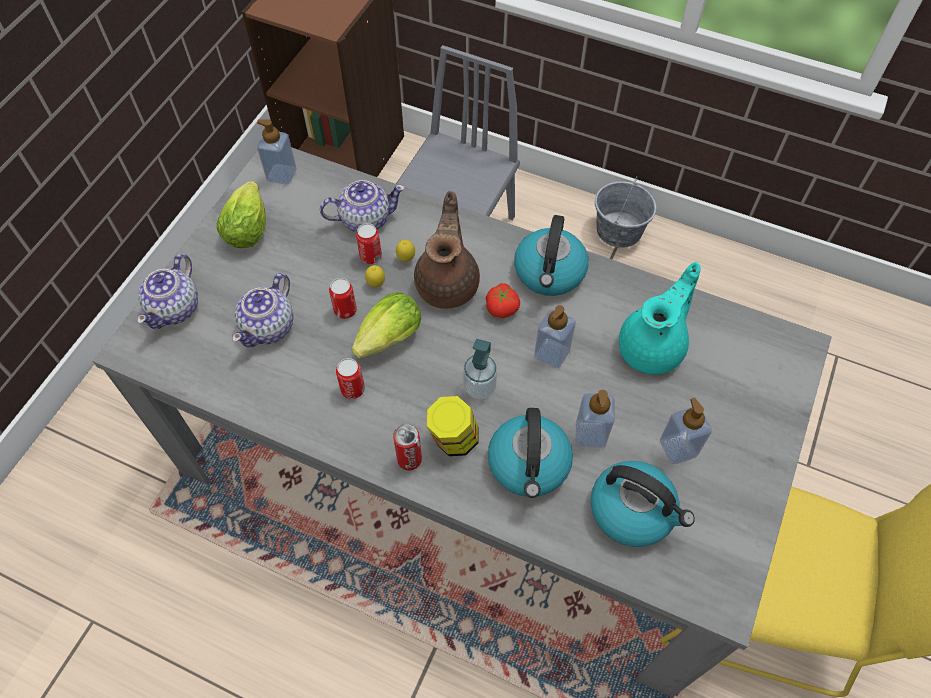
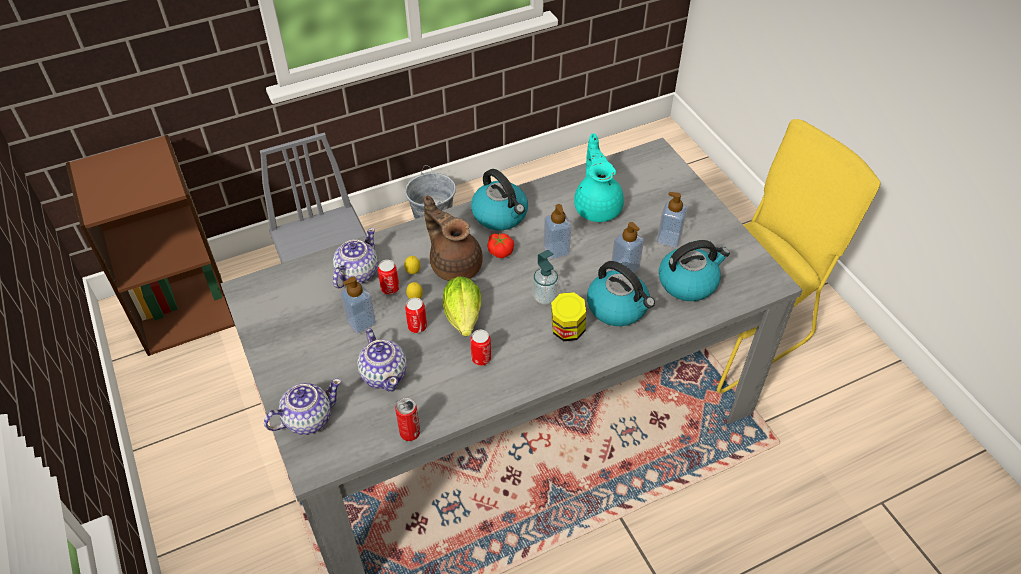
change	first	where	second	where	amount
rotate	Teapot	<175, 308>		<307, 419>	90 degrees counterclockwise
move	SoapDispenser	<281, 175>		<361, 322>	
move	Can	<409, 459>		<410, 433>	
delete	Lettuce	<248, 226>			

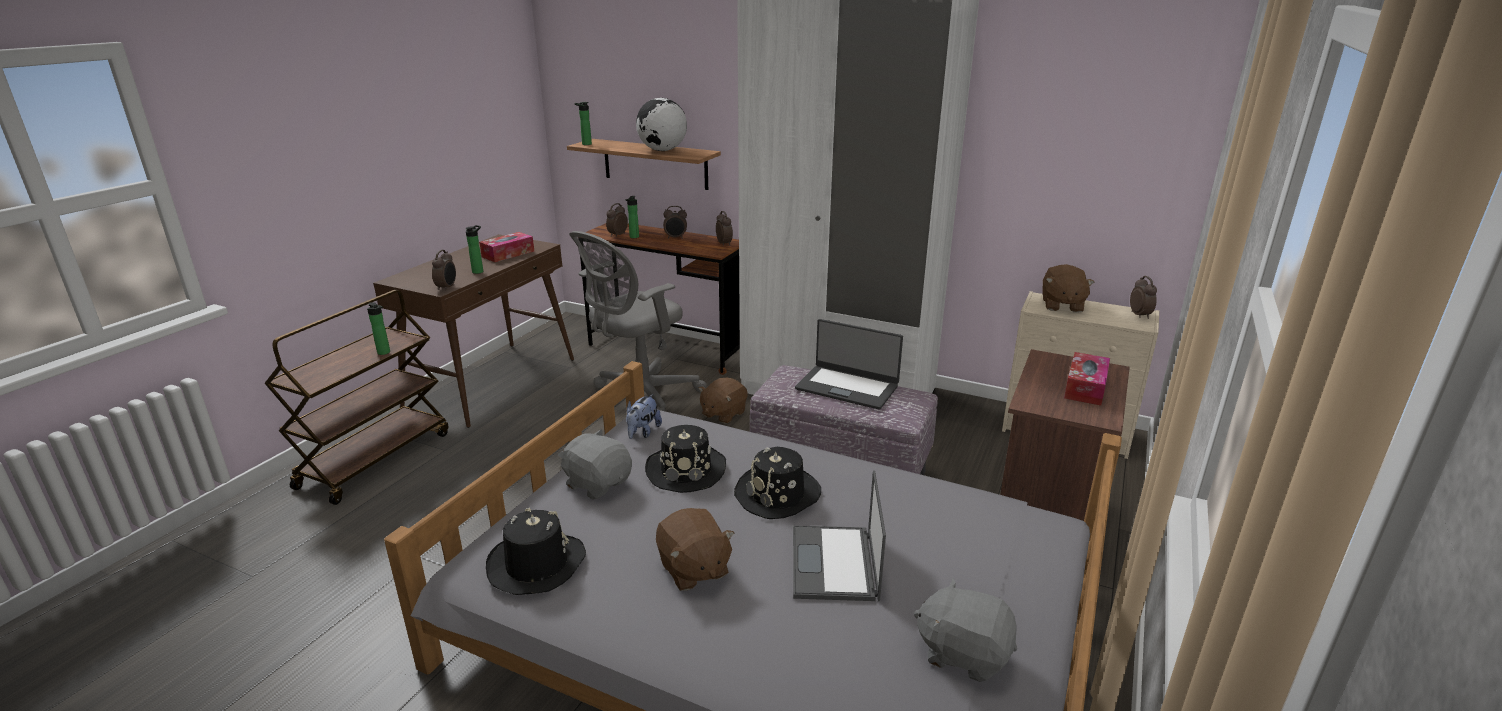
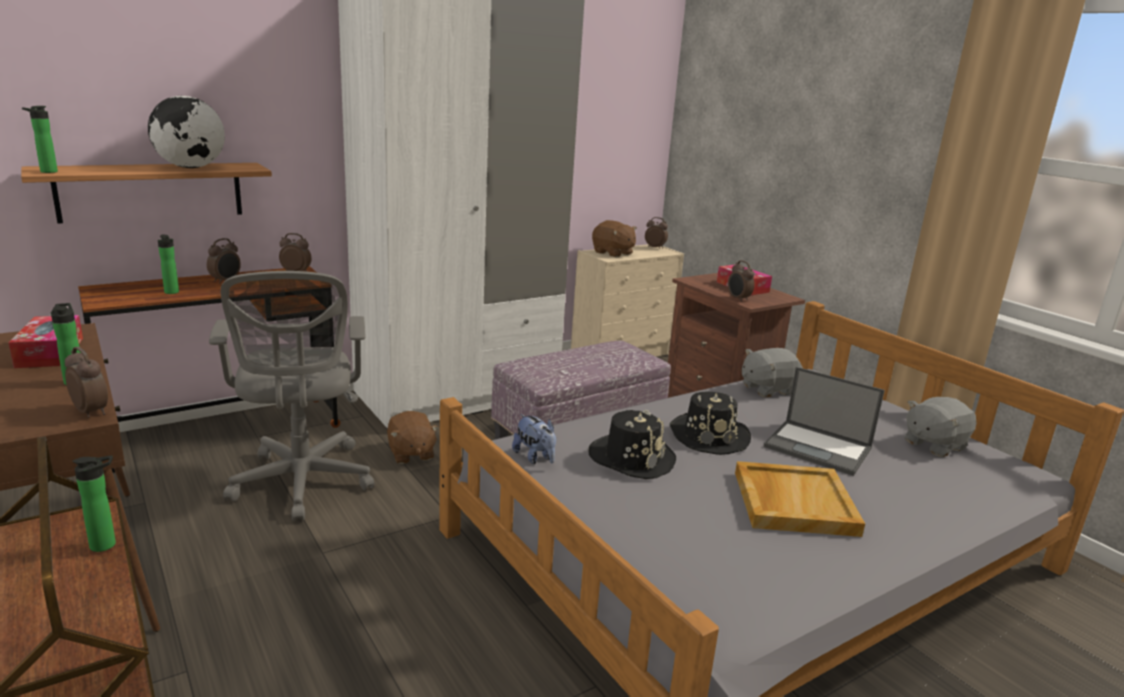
change	first	where	second	where	amount
move	AlarmClock	<617, 235>		<738, 299>	
replace	BrownPlushToy	<693, 569>	BeigeTray	<793, 502>	
move	GreyPlushToy	<598, 483>		<767, 389>	
delete	BlackHat	<536, 564>			
delete	Laptop	<847, 387>			

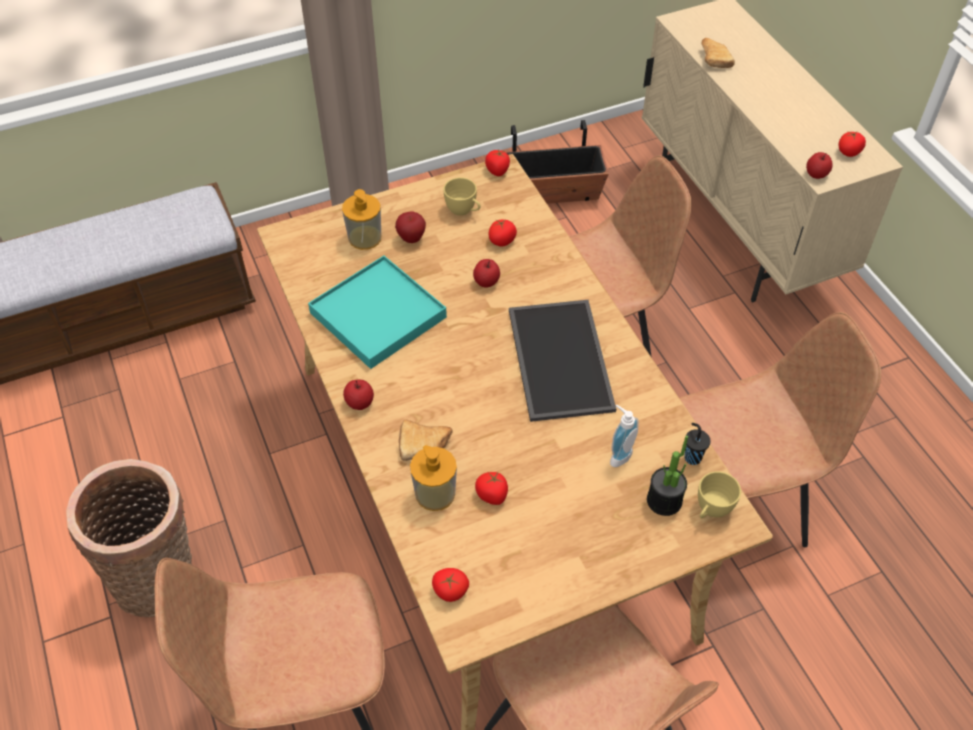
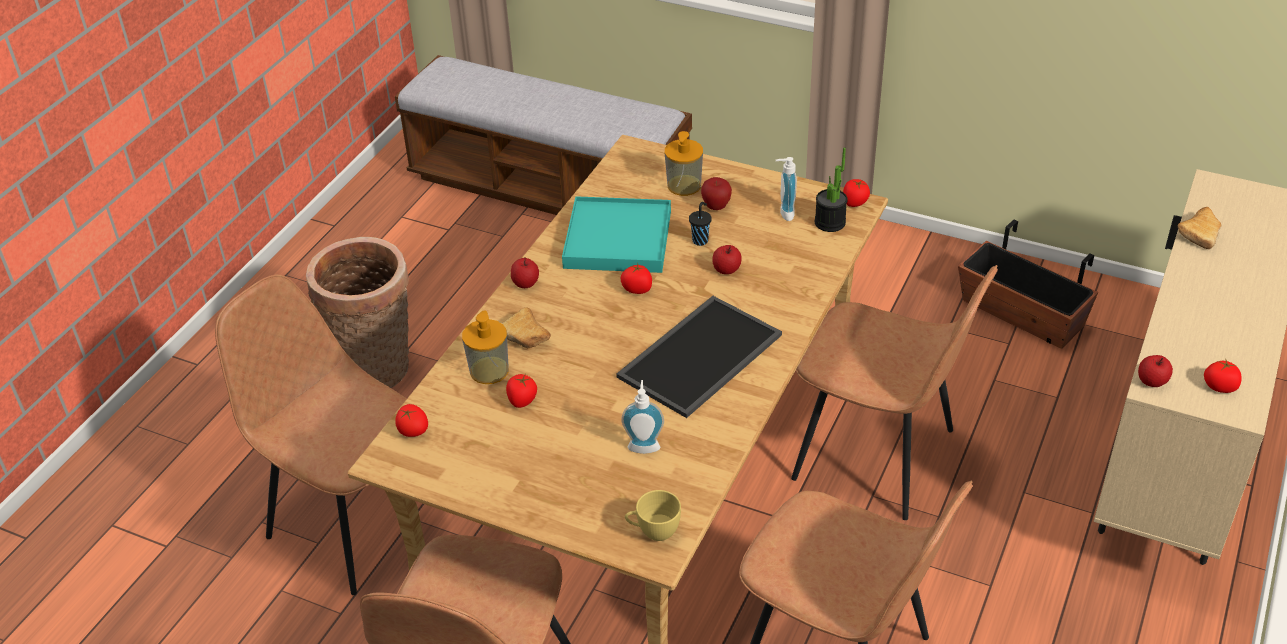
change	first	where	second	where	amount
move	Tomato	<502, 241>		<637, 289>	
move	BlackCup	<692, 457>		<700, 240>	
replace	YellowCup	<463, 211>	SoapDispenser	<784, 213>	
move	PottedPlant	<664, 500>		<830, 222>	

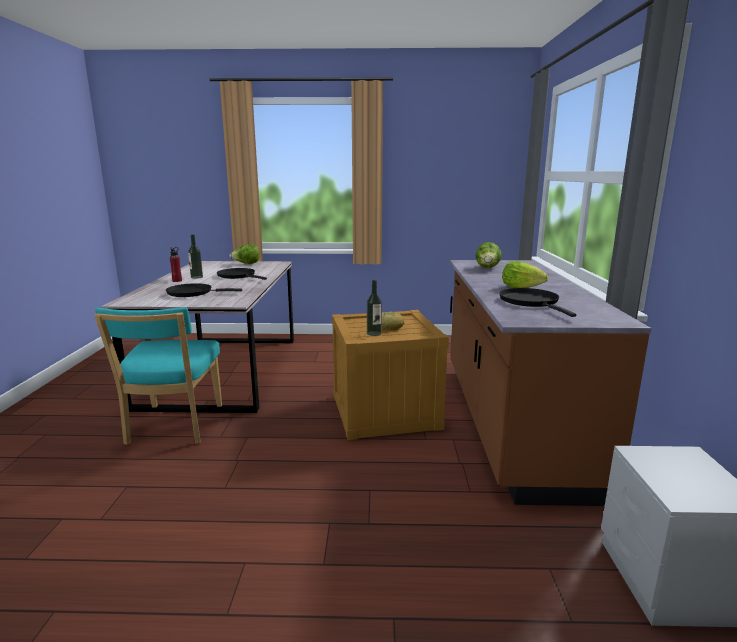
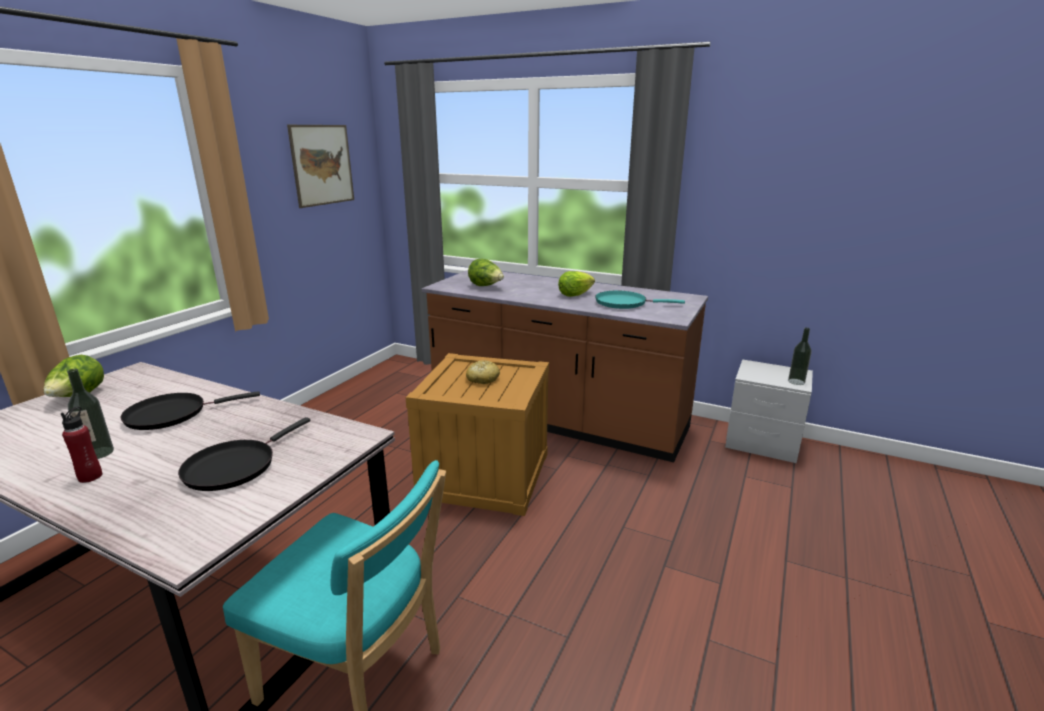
change	first	where	second	where	amount
insert			Picture	<322, 165>	
recolor	BlackFryingPan	<531, 302>	TurquoiseFryingPan	<624, 303>	
move	Bottle	<374, 333>		<796, 381>	

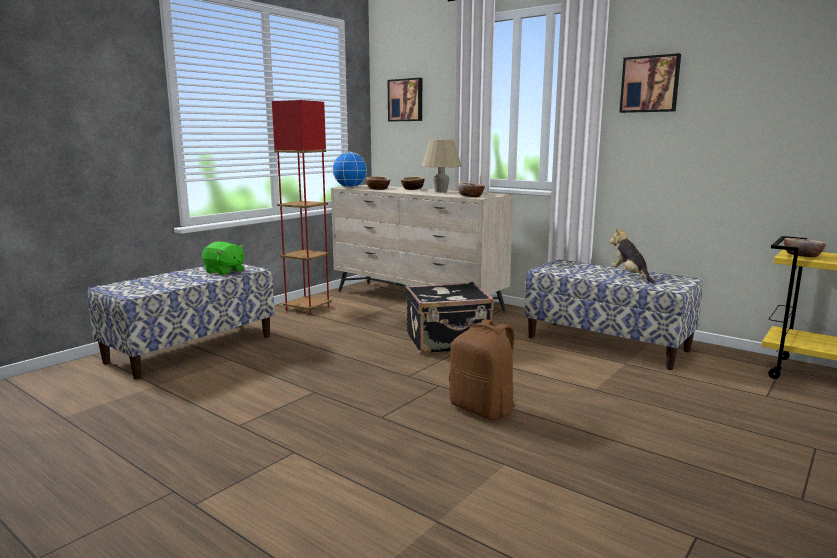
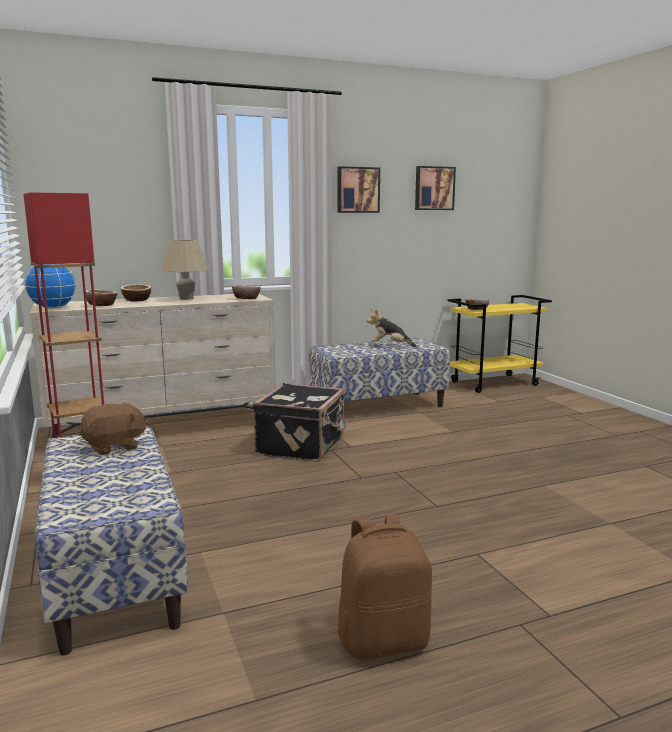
change	first	where	second	where	amount
recolor	GreenPlushToy	<224, 271>	BrownPlushToy	<114, 447>	
move	BrownBackpack	<483, 409>		<383, 640>	
move	Picture	<406, 100>		<434, 188>	

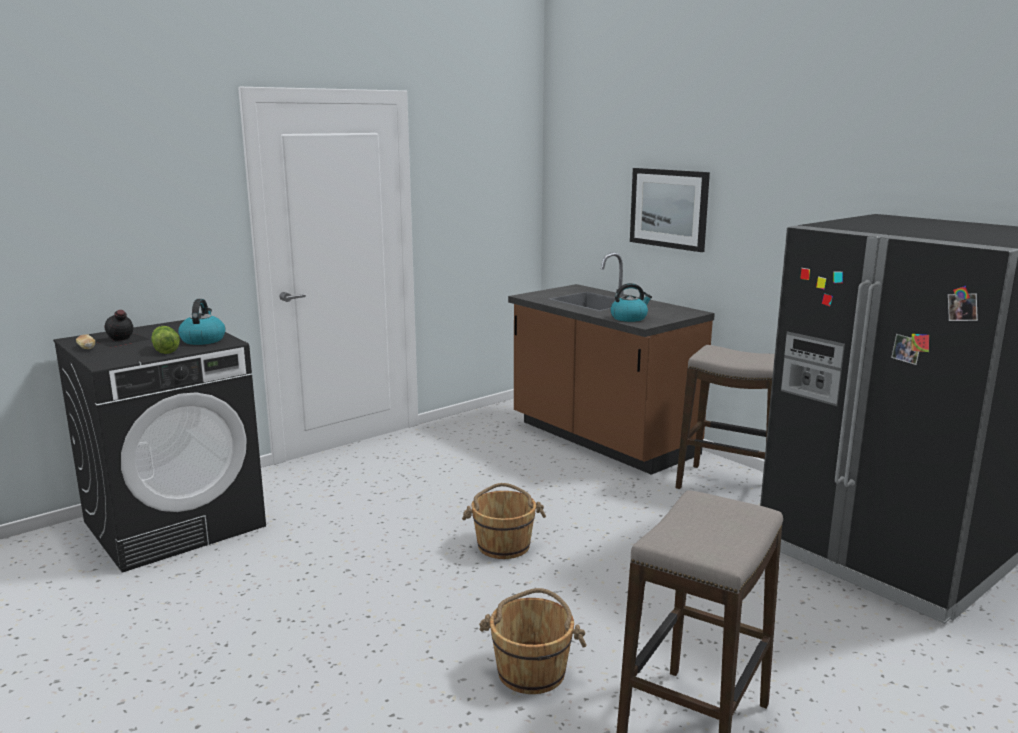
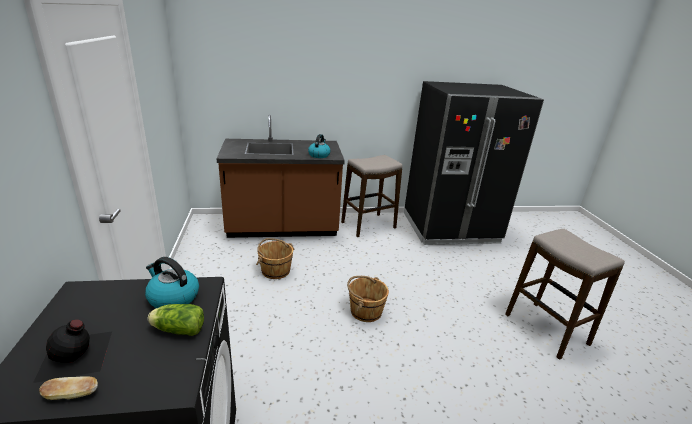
change	first	where	second	where	amount
move	BrownBucket	<532, 671>		<275, 270>	
delete	Picture	<669, 208>			

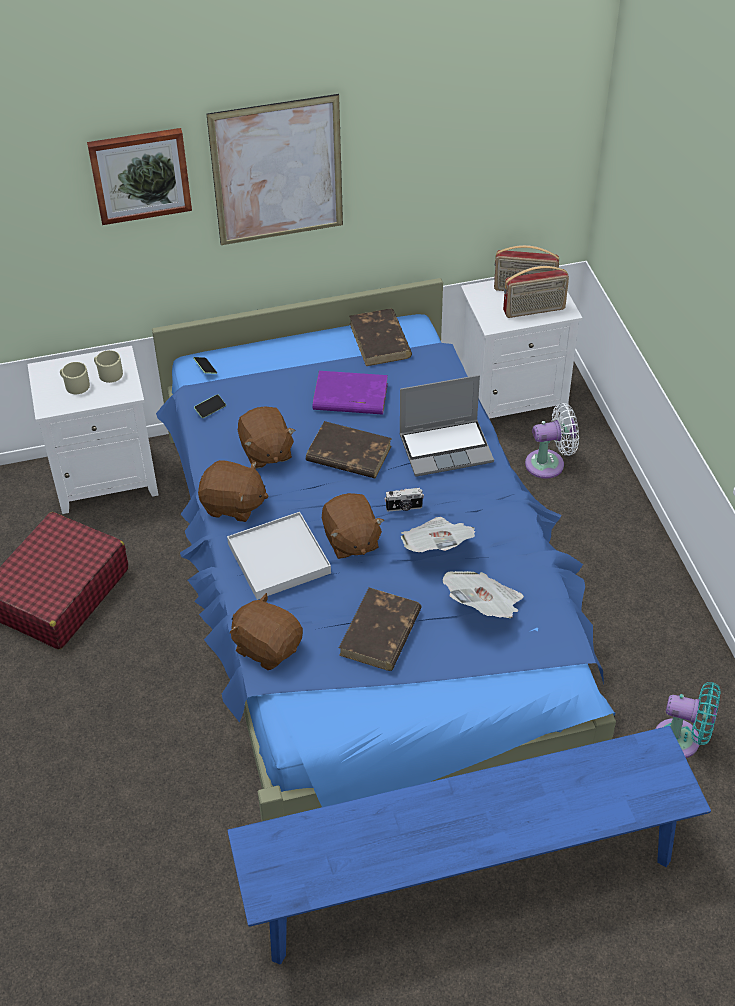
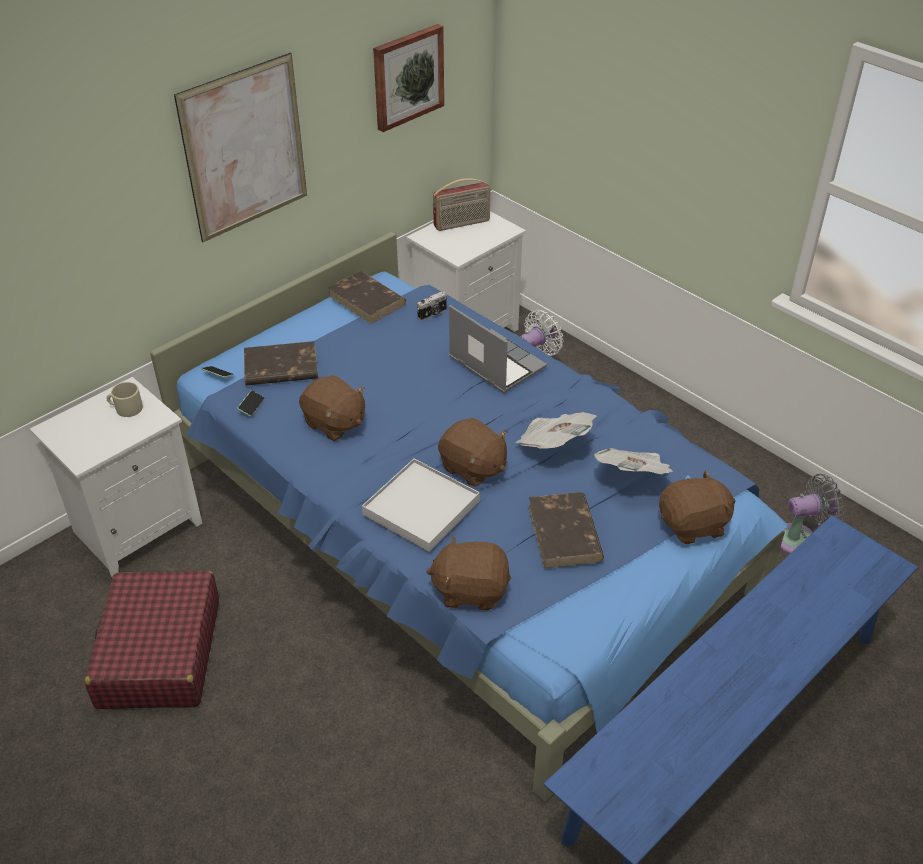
change	first	where	second	where	amount
move	BrownBook	<348, 454>		<280, 368>	
move	Picture	<140, 174>		<407, 76>	
move	PhotoCamera	<404, 508>		<432, 314>	
rotate	Laptop	<446, 448>		<495, 363>	90 degrees counterclockwise
move	BrownPlushToy	<233, 505>		<693, 525>	
recolor	TurquoiseFan	<682, 740>	GreyFan	<800, 539>	
delete	BeigeMug	<74, 385>			
delete	PurpleBook	<349, 397>			
delete	Radio	<534, 311>			

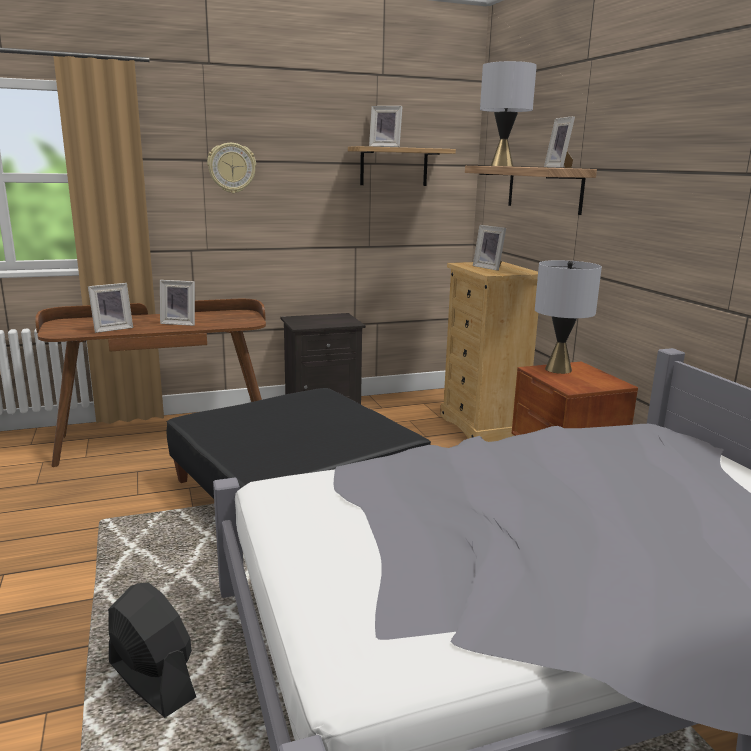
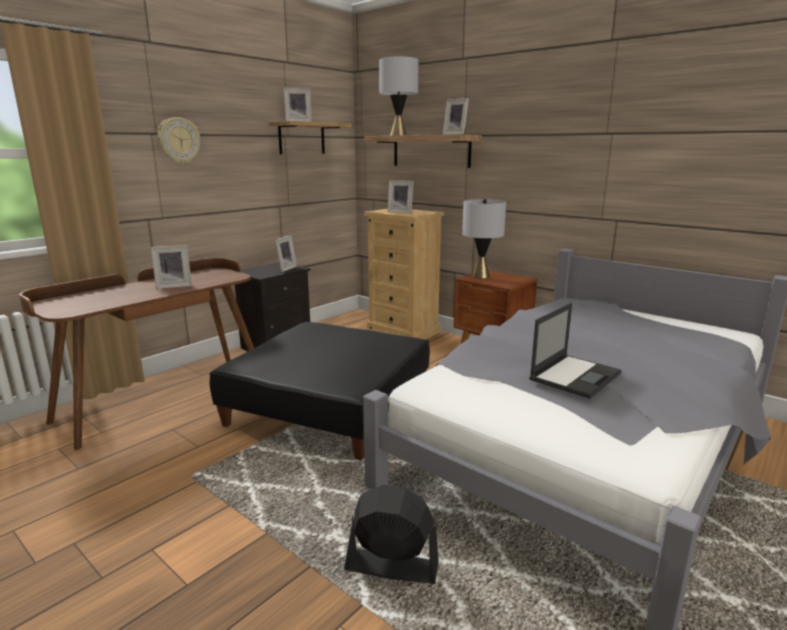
change	first	where	second	where	amount
move	PictureFrame	<112, 329>		<285, 268>	
insert			Laptop	<575, 375>	

